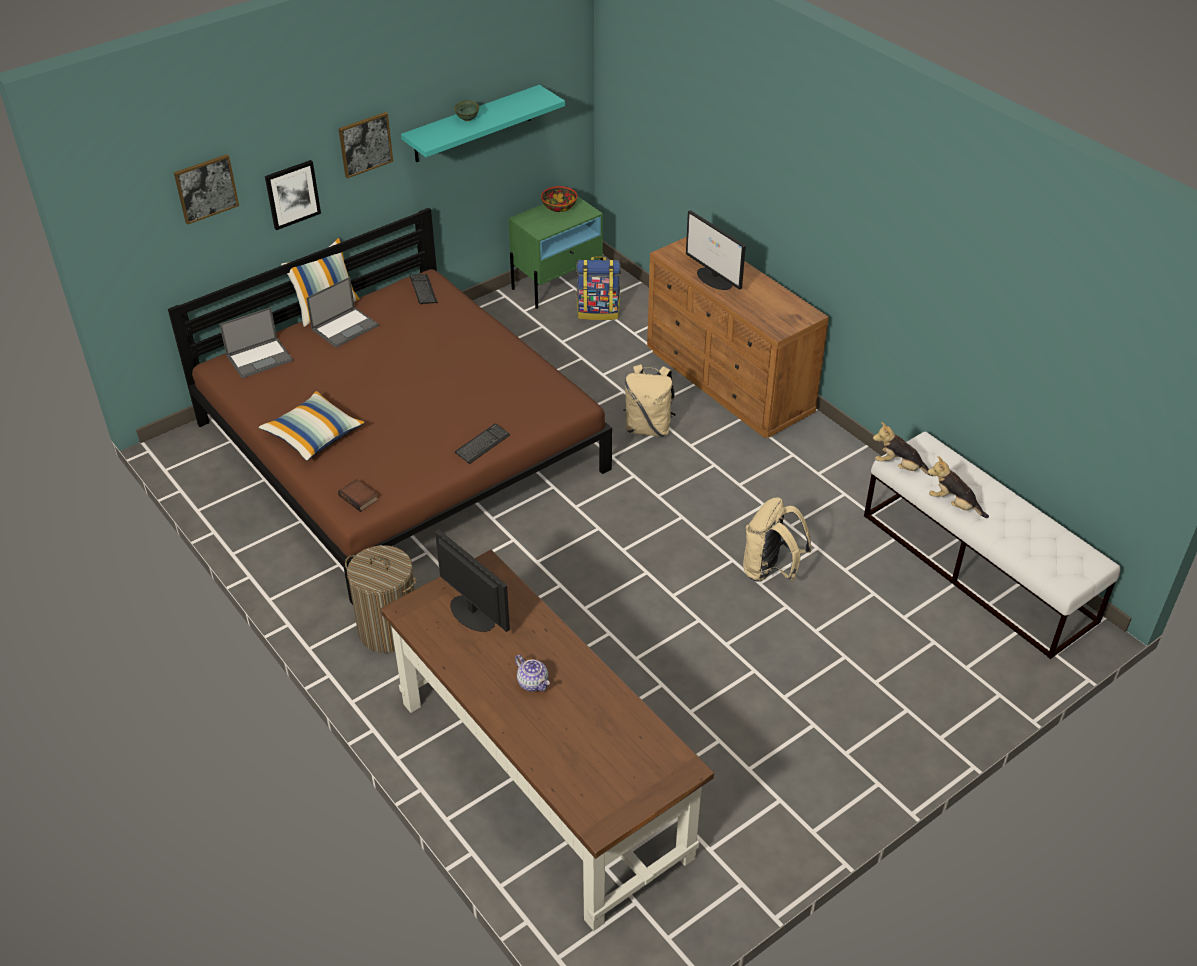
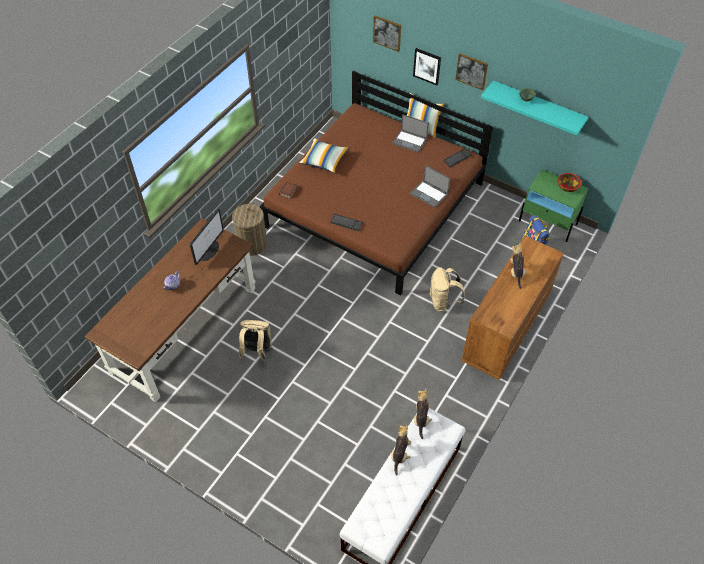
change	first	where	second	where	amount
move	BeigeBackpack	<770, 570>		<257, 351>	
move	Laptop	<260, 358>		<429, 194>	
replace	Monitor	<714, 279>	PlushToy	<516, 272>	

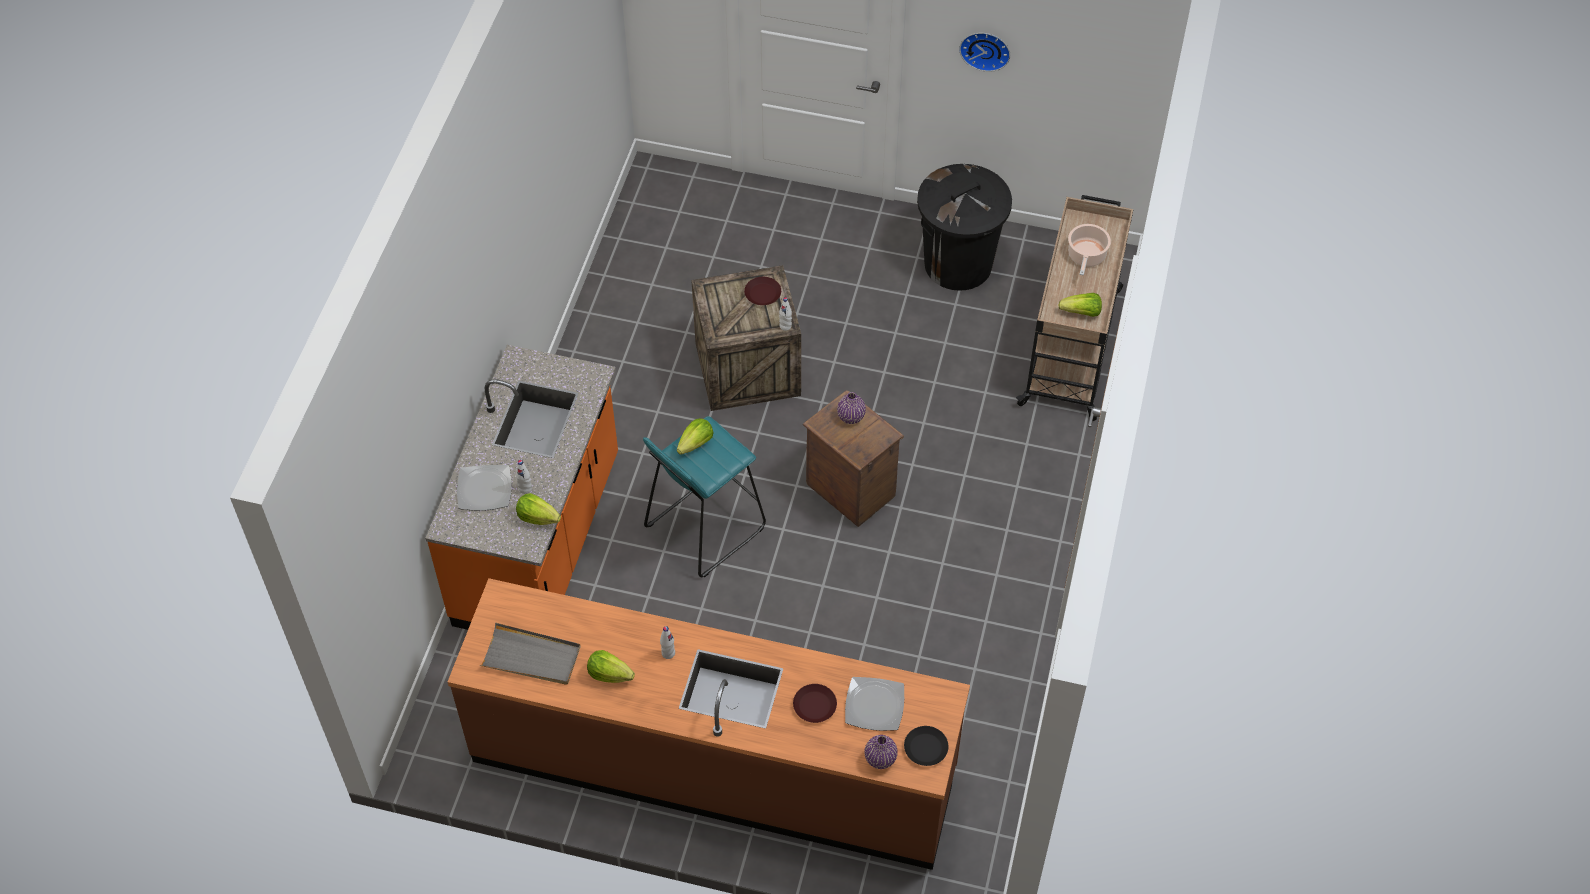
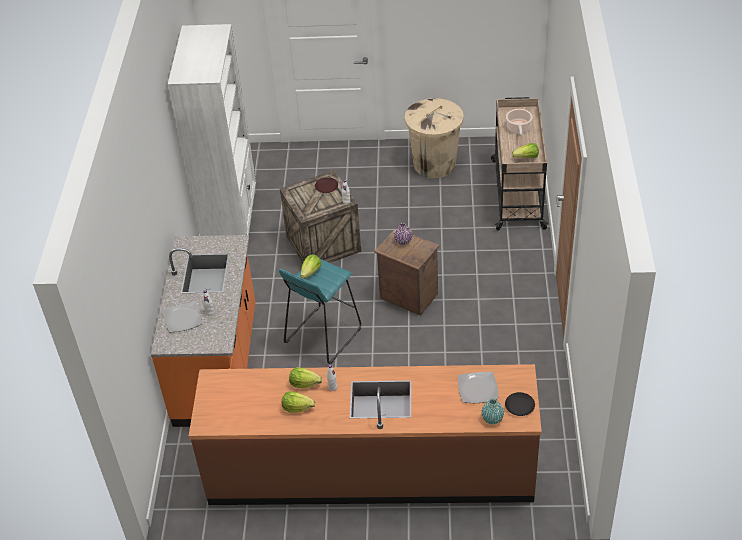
change	first	where	second	where	amount
insert			WhiteBookcase	<231, 219>	
move	Lettuce	<537, 517>		<304, 384>	
recolor	BlackTrashCan	<958, 264>	BeigeTrashCan	<435, 164>	
recolor	PurpleVase	<880, 759>	TurquoiseVase	<492, 419>	
delete	GreyTray	<531, 657>			
delete	BrownPlate	<814, 706>			
delete	WallClock	<985, 49>			

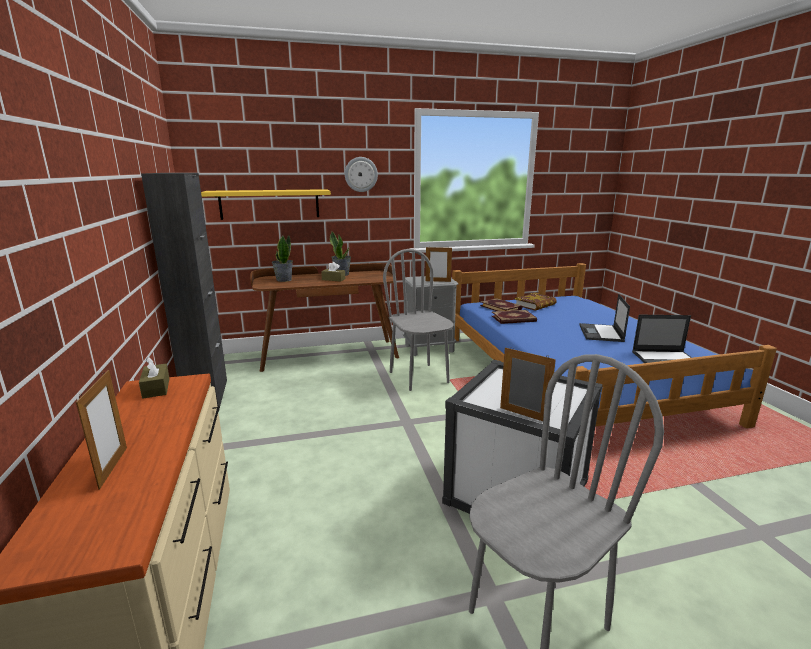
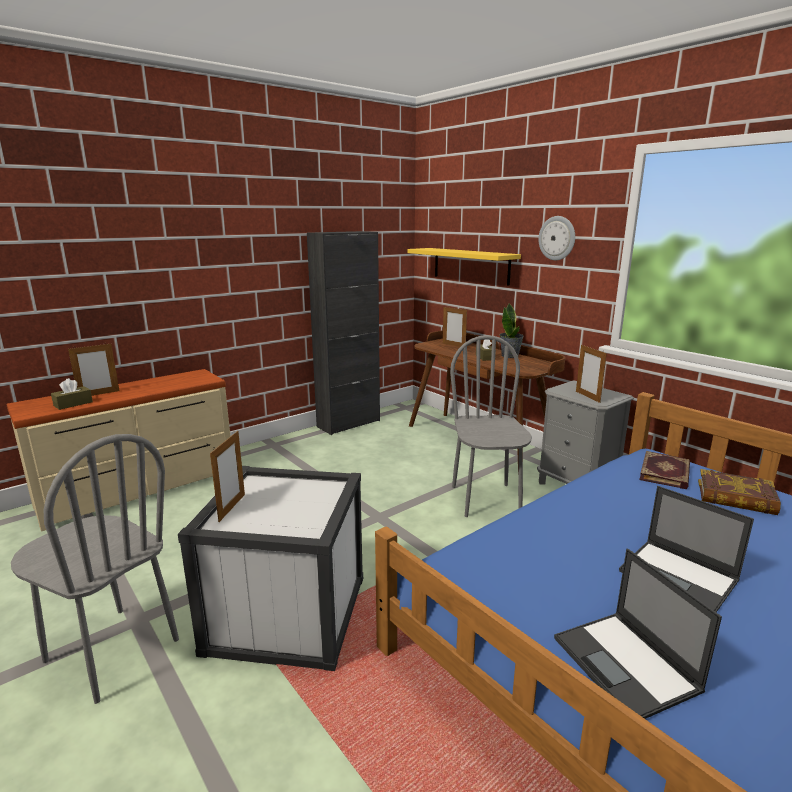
change	first	where	second	where	amount
move	BrownTissueBox	<156, 388>		<73, 404>	
replace	PottedPlant	<283, 280>	PictureFrame	<453, 345>	
rotate	GreyChair	<419, 377>		<486, 500>	45 degrees counterclockwise
rotate	Laptop	<601, 333>		<679, 576>	120 degrees counterclockwise
delete	Book	<513, 319>			

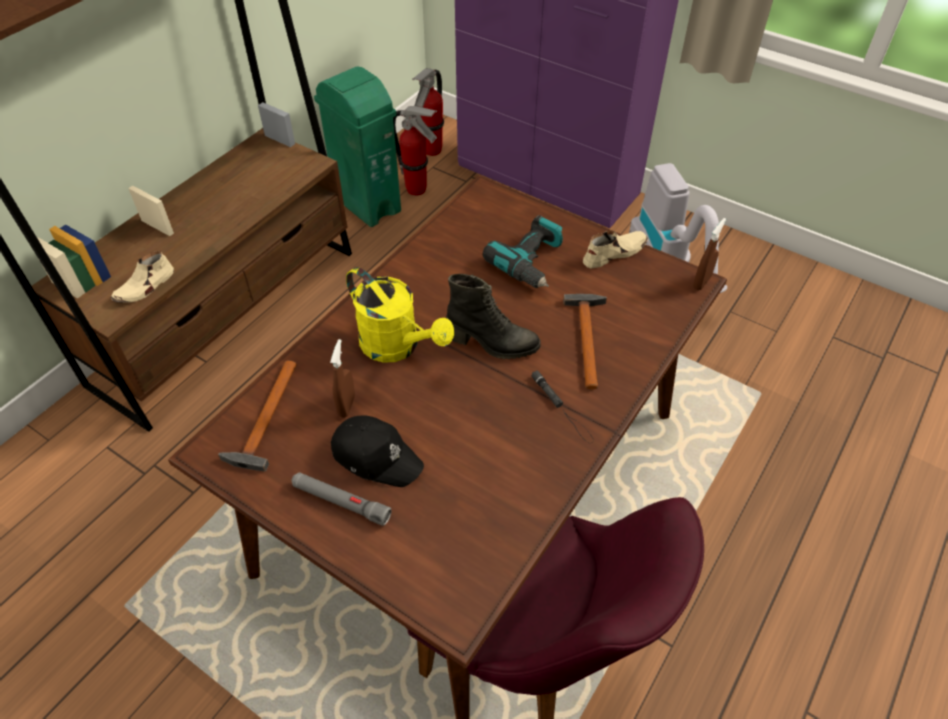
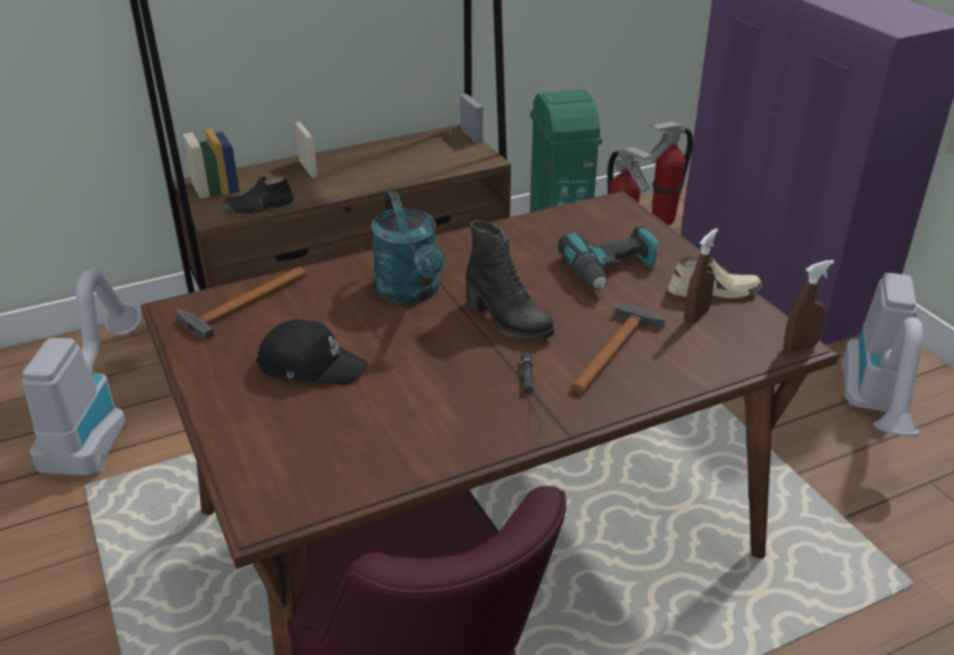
change	first	where	second	where	amount
insert			VacuumCleaner	<97, 424>	
recolor	BeigeShoe	<145, 287>	BlackShoe	<259, 206>	
rotate	BlackCap	<376, 456>		<311, 365>	45 degrees counterclockwise
recolor	YellowWateringCan	<398, 346>	TurquoiseWateringCan	<411, 293>	
move	BrownSprayBottle	<346, 405>		<696, 315>	
delete	GreyFlashlight	<341, 502>			

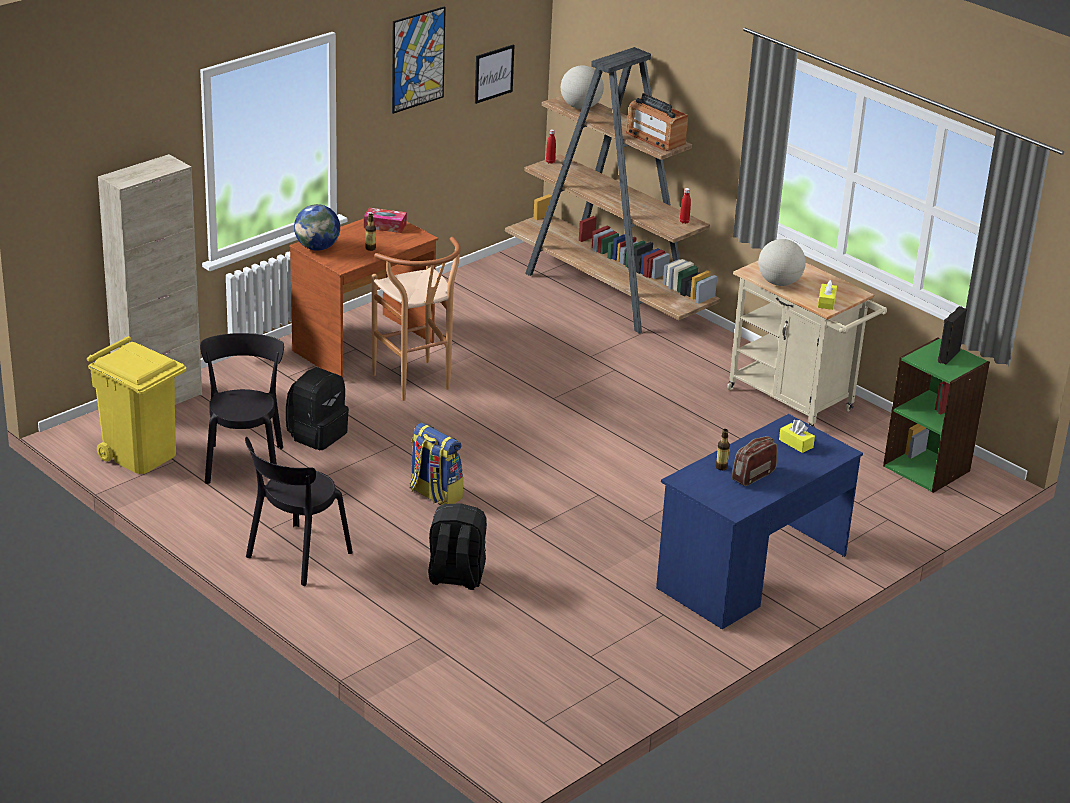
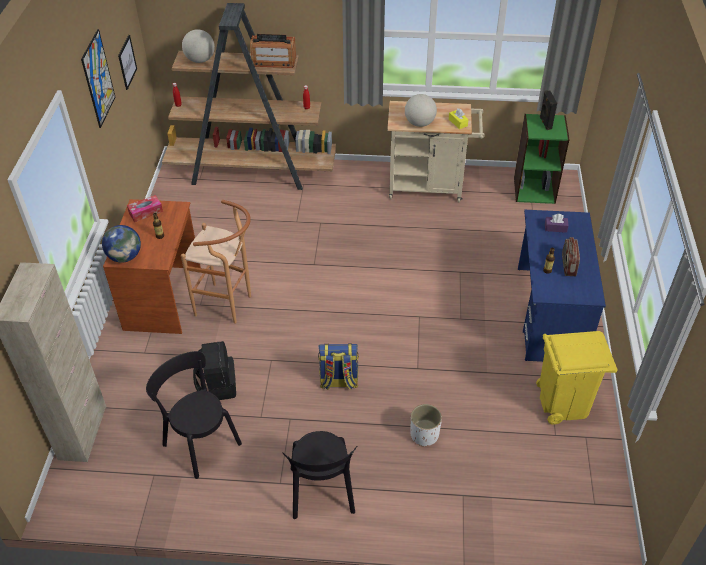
change	first	where	second	where	amount
replace	BlackBackpack	<455, 577>	WhitePlanter	<424, 435>	
move	YellowTrashCan	<141, 455>		<563, 403>	
recolor	YellowTissueBox	<796, 443>	PurpleTissueBox	<555, 228>	

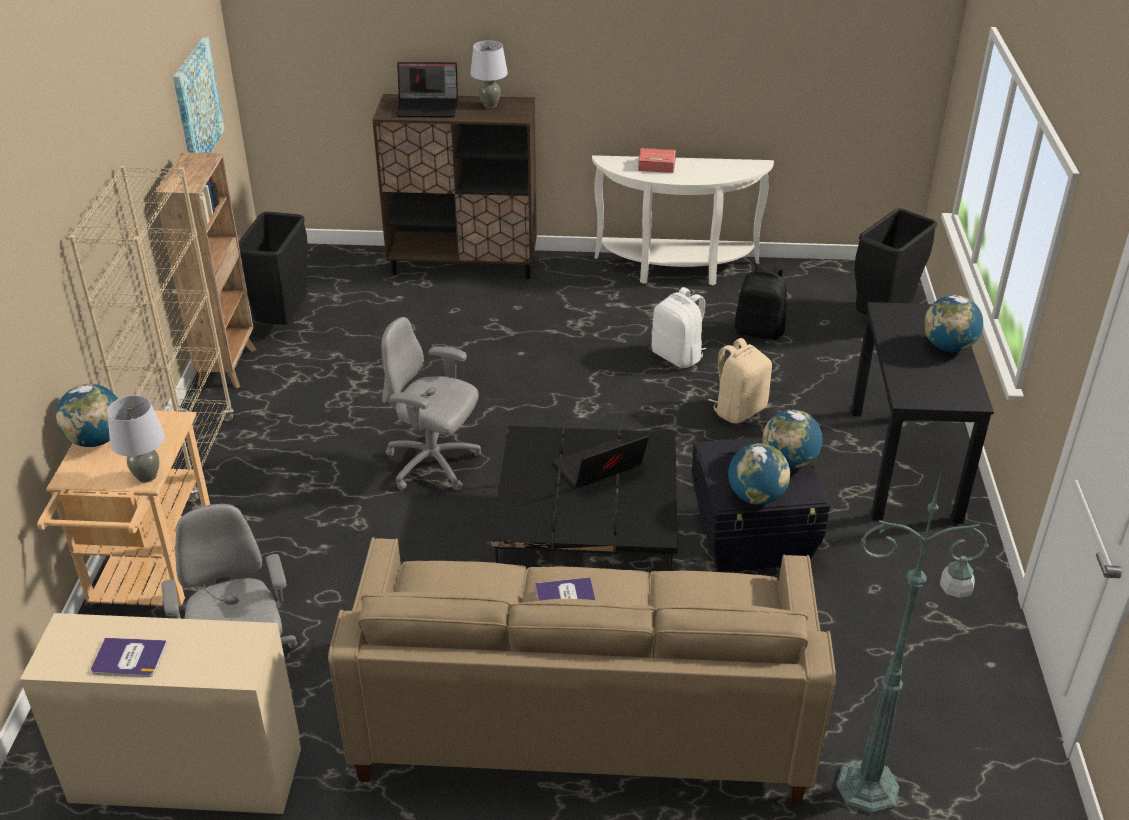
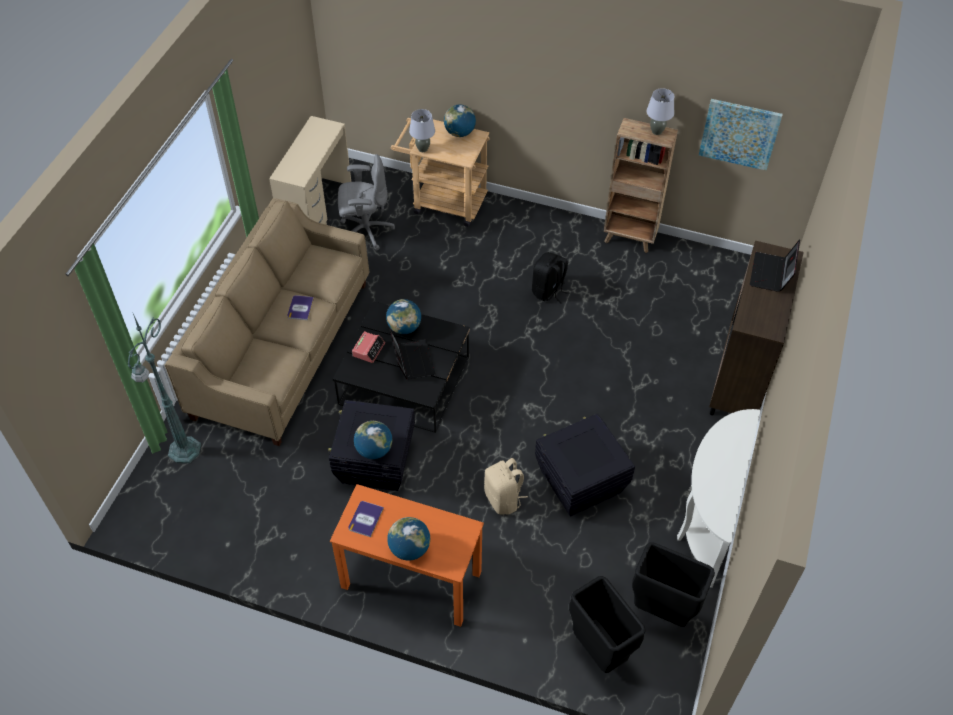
change	first	where	second	where	amount
recolor	BlackDesk	<904, 464>	OrangeDesk	<411, 579>	
move	Book	<129, 658>		<365, 519>	
move	AlarmClock	<656, 165>		<368, 349>	
move	Globe	<756, 497>		<404, 327>	
move	BlackBackpack	<759, 331>		<548, 291>	
replace	WhiteBackpack	<678, 356>	BlackStorageBox	<579, 482>	
move	BlackTrashCan	<282, 321>		<662, 610>	
move	GreyTableLamp	<490, 105>		<657, 131>	
delete	BeigeBookcase	<188, 458>			
delete	GreyOfficeChair	<434, 464>			

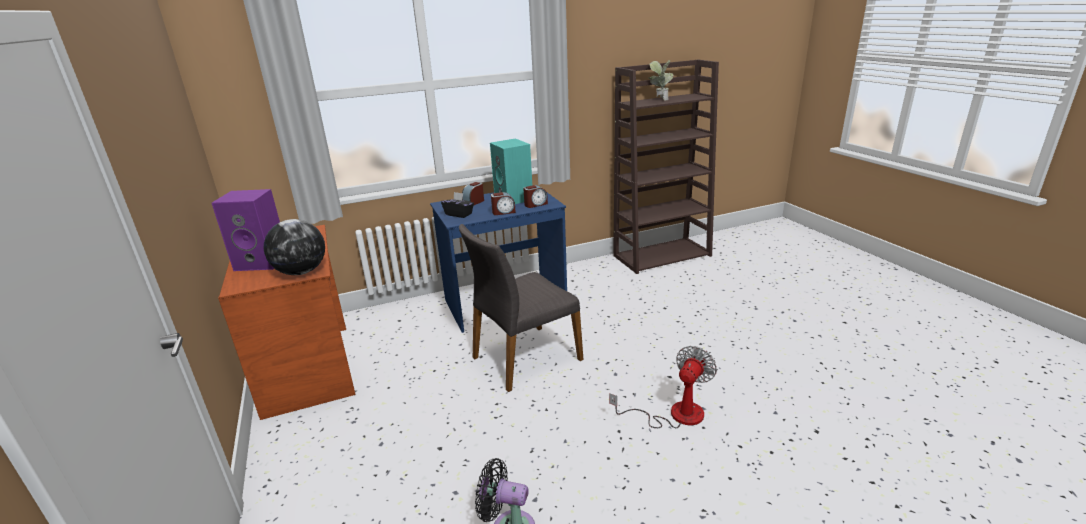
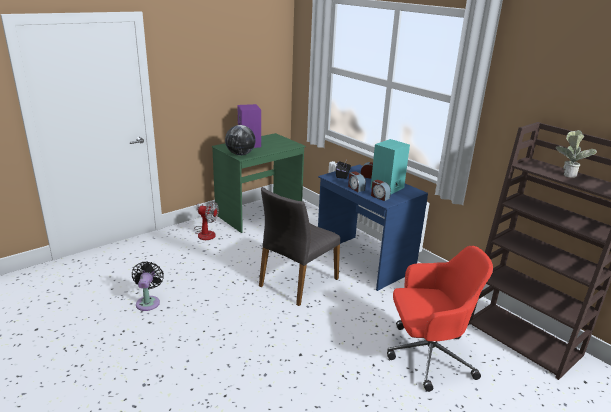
change	first	where	second	where	amount
move	Fan	<674, 415>		<205, 232>	
recolor	BrownDesk	<310, 368>	GreenDesk	<259, 214>	
rotate	GreyChair	<525, 358>		<297, 282>	90 degrees counterclockwise
insert			RedOfficeChair	<427, 356>	

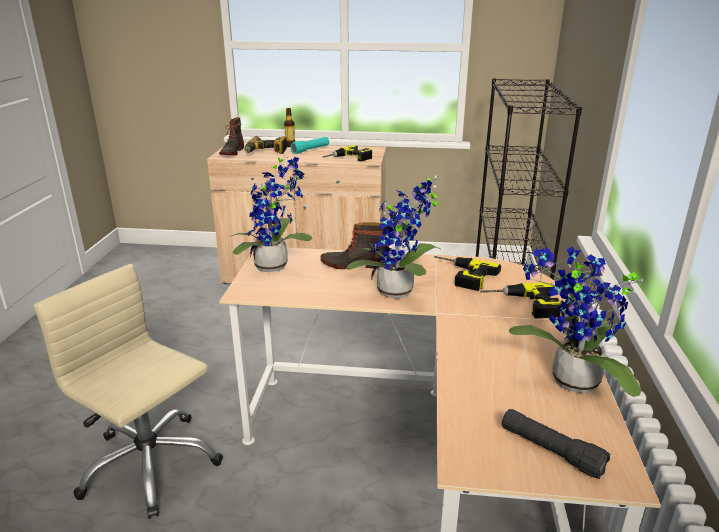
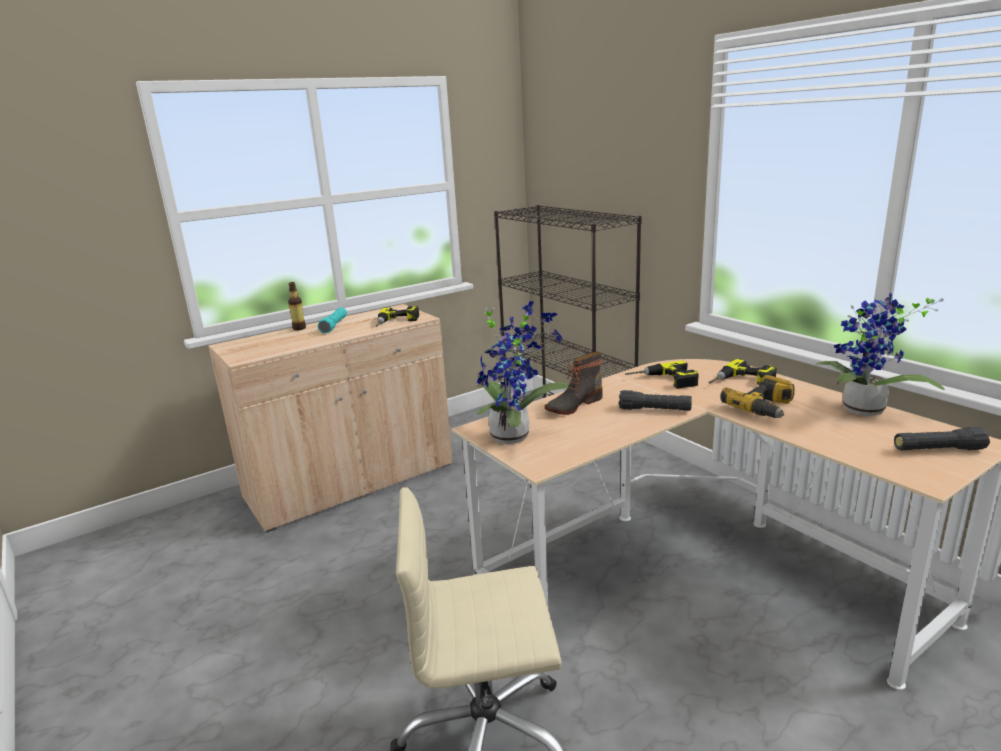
change	first	where	second	where	amount
replace	PottedPlant	<398, 293>	BlackFlashlight	<654, 410>	
move	PowerDrill	<265, 152>		<764, 408>	
delete	Boot	<232, 152>			

